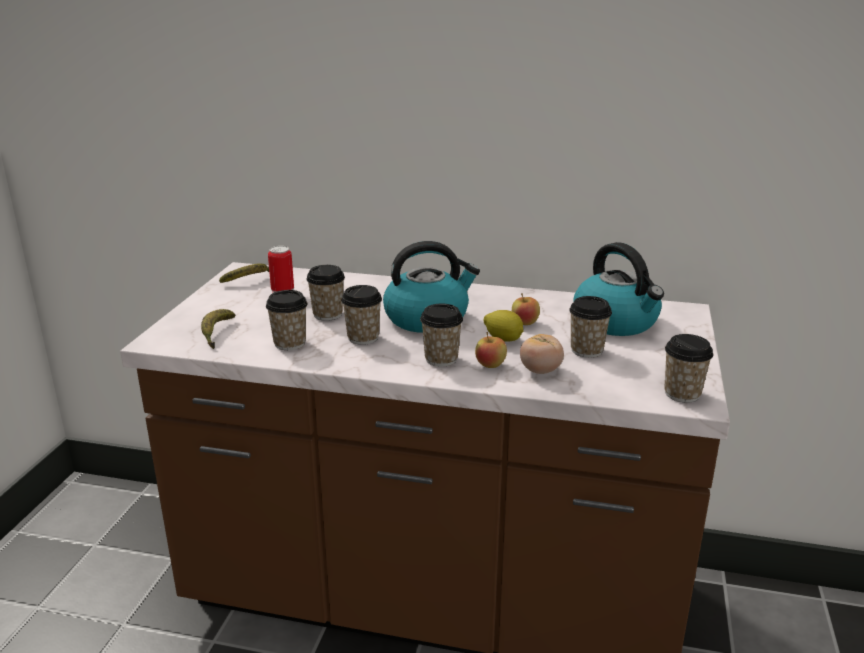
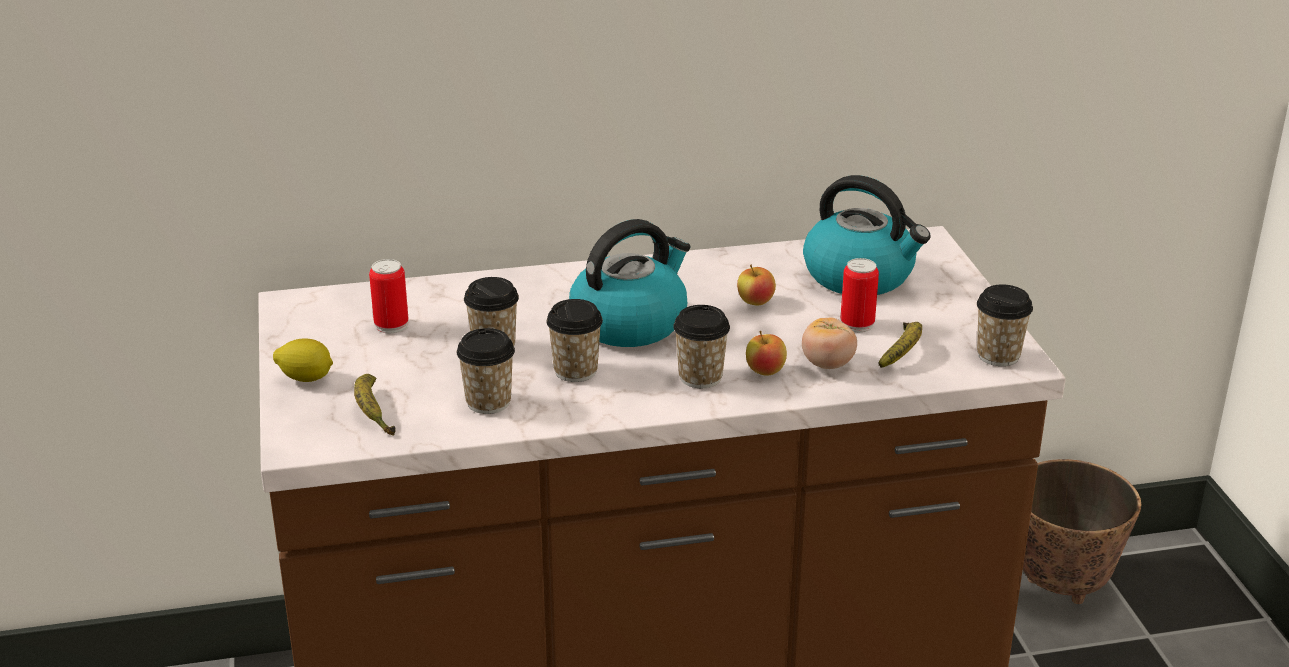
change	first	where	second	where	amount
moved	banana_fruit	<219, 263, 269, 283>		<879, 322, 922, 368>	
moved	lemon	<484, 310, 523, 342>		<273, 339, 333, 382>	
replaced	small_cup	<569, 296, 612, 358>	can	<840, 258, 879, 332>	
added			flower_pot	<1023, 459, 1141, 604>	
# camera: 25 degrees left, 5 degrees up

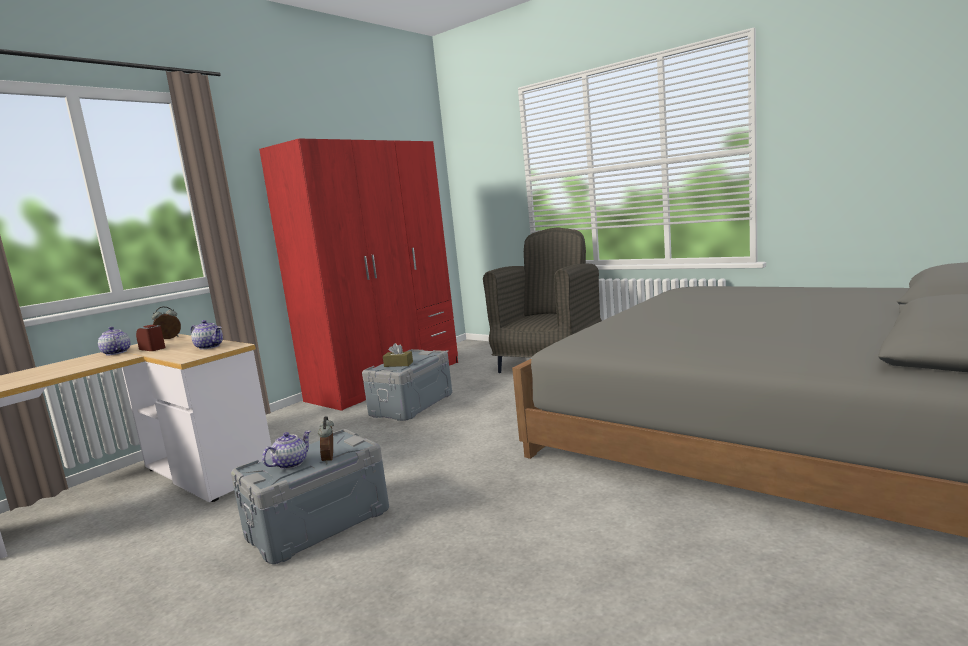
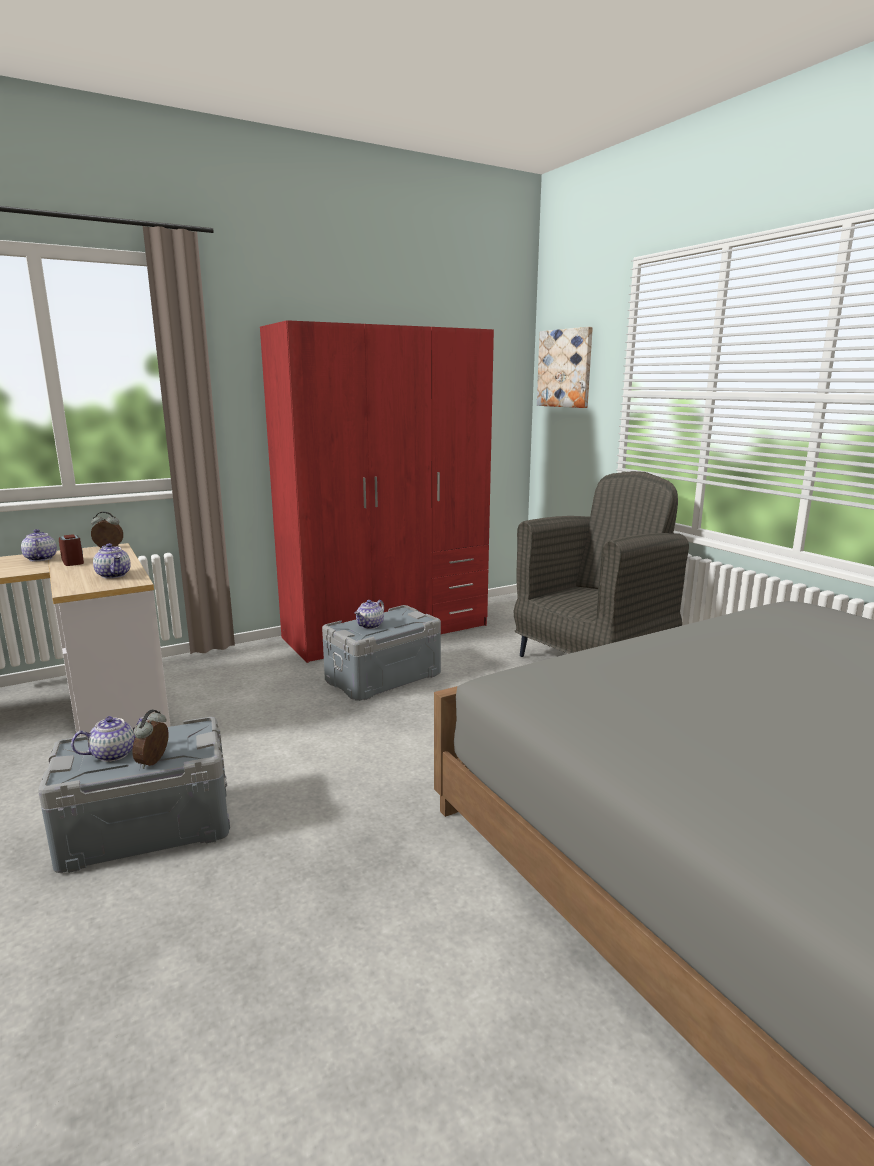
change	first	where	second	where	amount
replaced	brown_tissue_holder	<383, 343, 413, 367>	teapot	<354, 600, 384, 629>	
added			picture	<537, 327, 593, 408>	
# camera: 20 degrees right, 5 degrees up

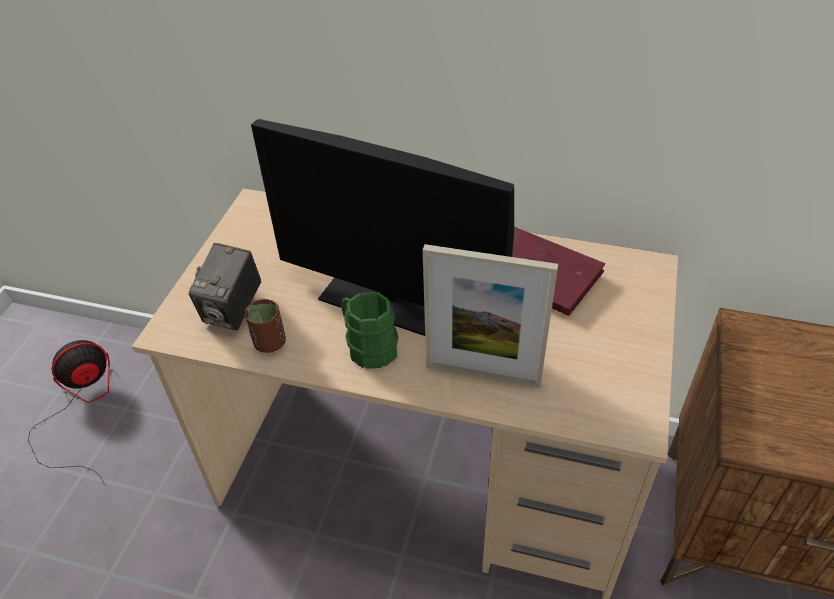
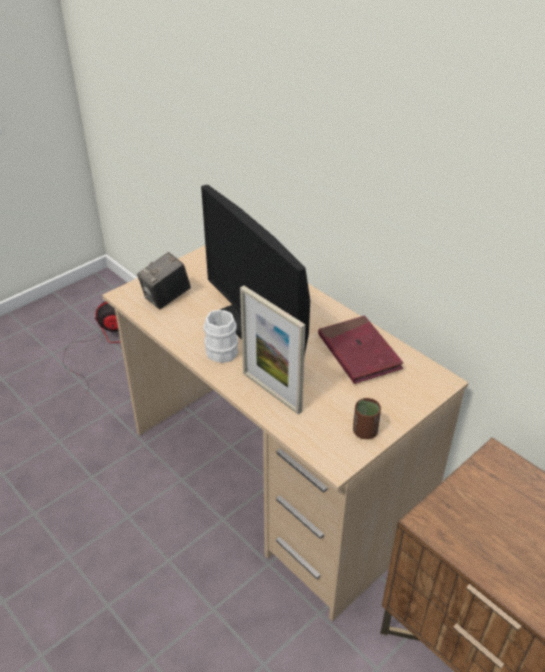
change	first	where	second	where	amount
moved	brown_small_cup	<245, 299, 286, 353>		<353, 398, 381, 439>	
recoloured	green_tea_mug	<342, 292, 399, 369>	white-coloured_tea_mug	<204, 310, 238, 363>	
# camera: 30 degrees right, 5 degrees down

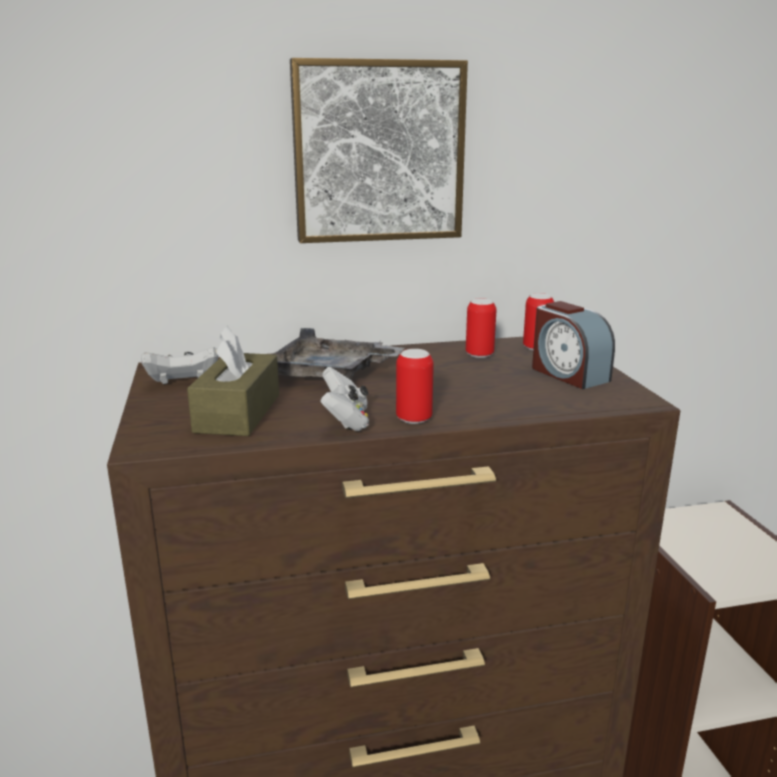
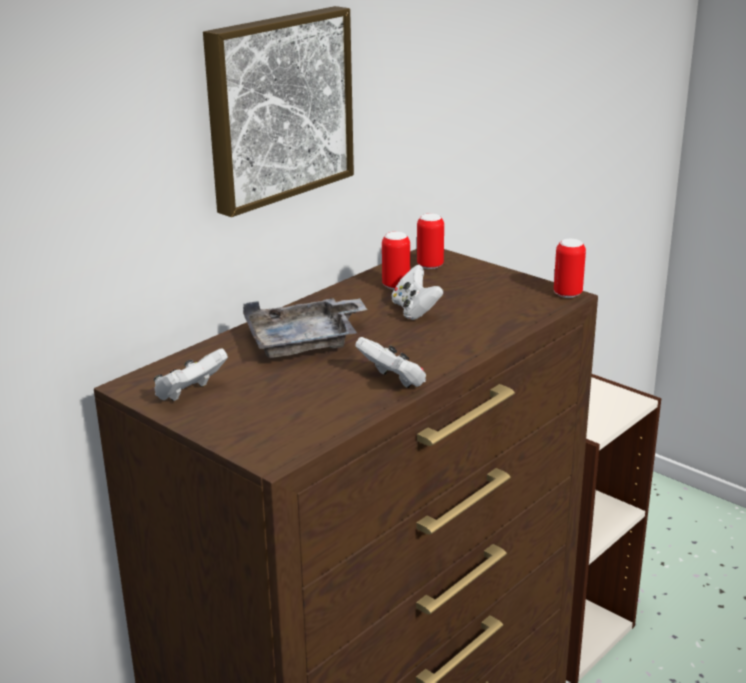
change	first	where	second	where	amount
removed	brown_tissue_holder	<187, 326, 279, 436>			
moved	can	<396, 349, 434, 424>		<554, 239, 586, 298>	
removed	bedside_clock	<532, 301, 615, 389>			
added			white-coloured_gamepad	<392, 265, 444, 320>	
# camera: 35 degrees left, 5 degrees up

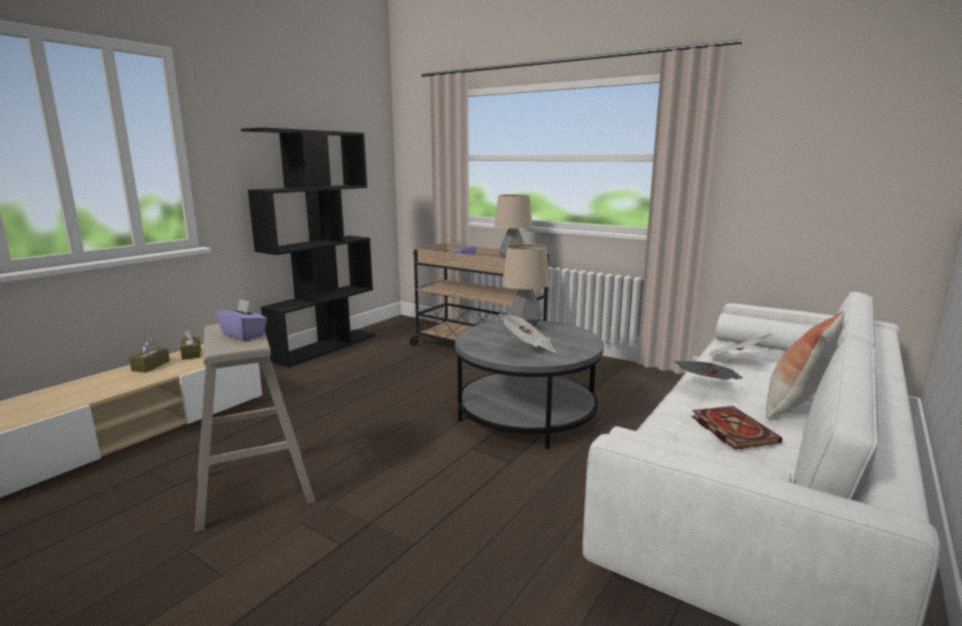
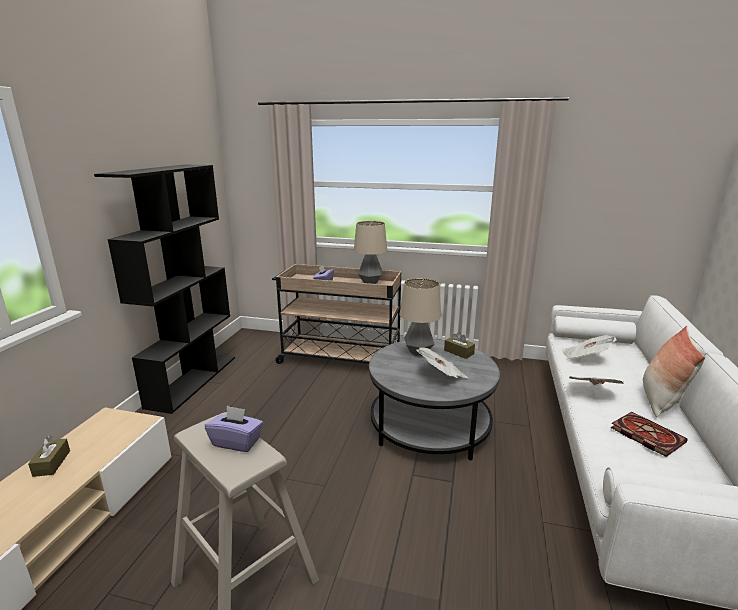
change	first	where	second	where	amount
moved	brown_tissue_holder	<180, 329, 201, 360>		<444, 332, 475, 359>	
# camera: 20 degrees left, 5 degrees up

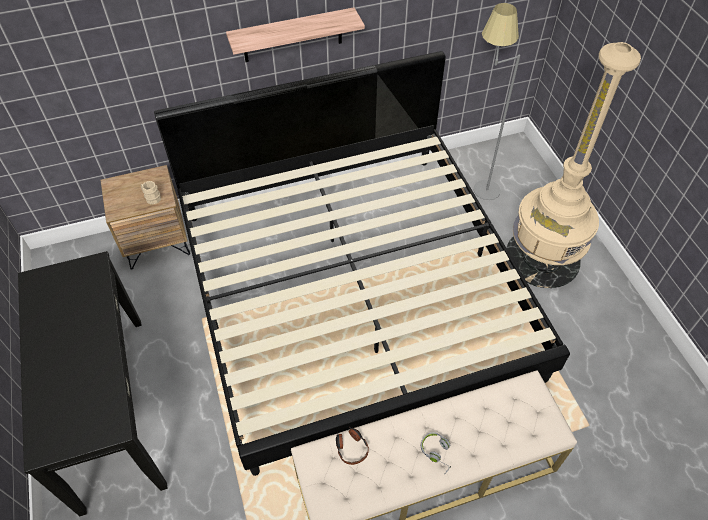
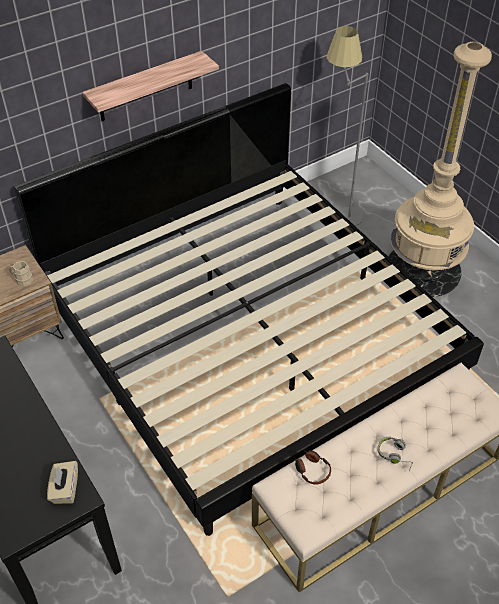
change	first	where	second	where	amount
added			beige_tissue_holder	<47, 461, 78, 504>	
# camera: 15 degrees left, 5 degrees down

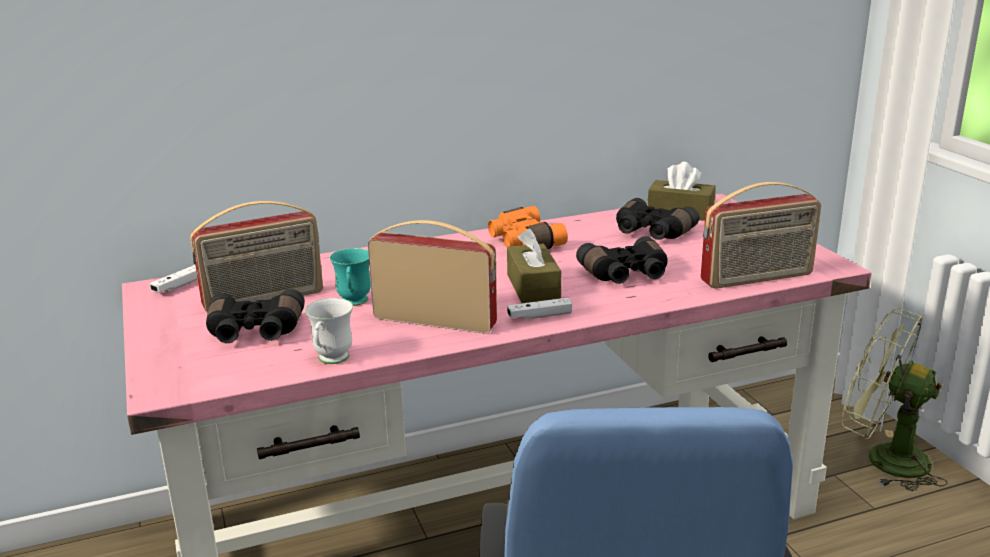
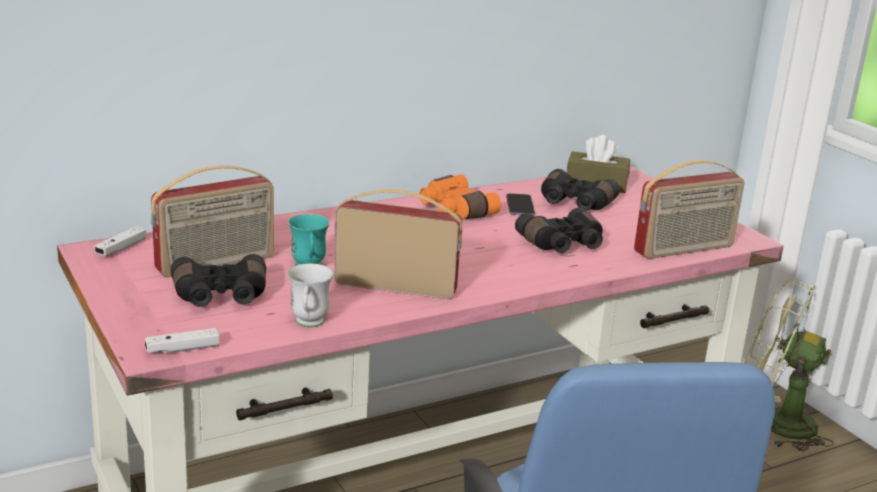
change	first	where	second	where	amount
removed	brown_tissue_holder	<507, 229, 561, 303>			
moved	white-coloured_gamepad	<507, 298, 572, 320>		<145, 328, 220, 353>	
added			telephone	<506, 194, 535, 215>	
# camera: 10 degrees left, 0 degrees up

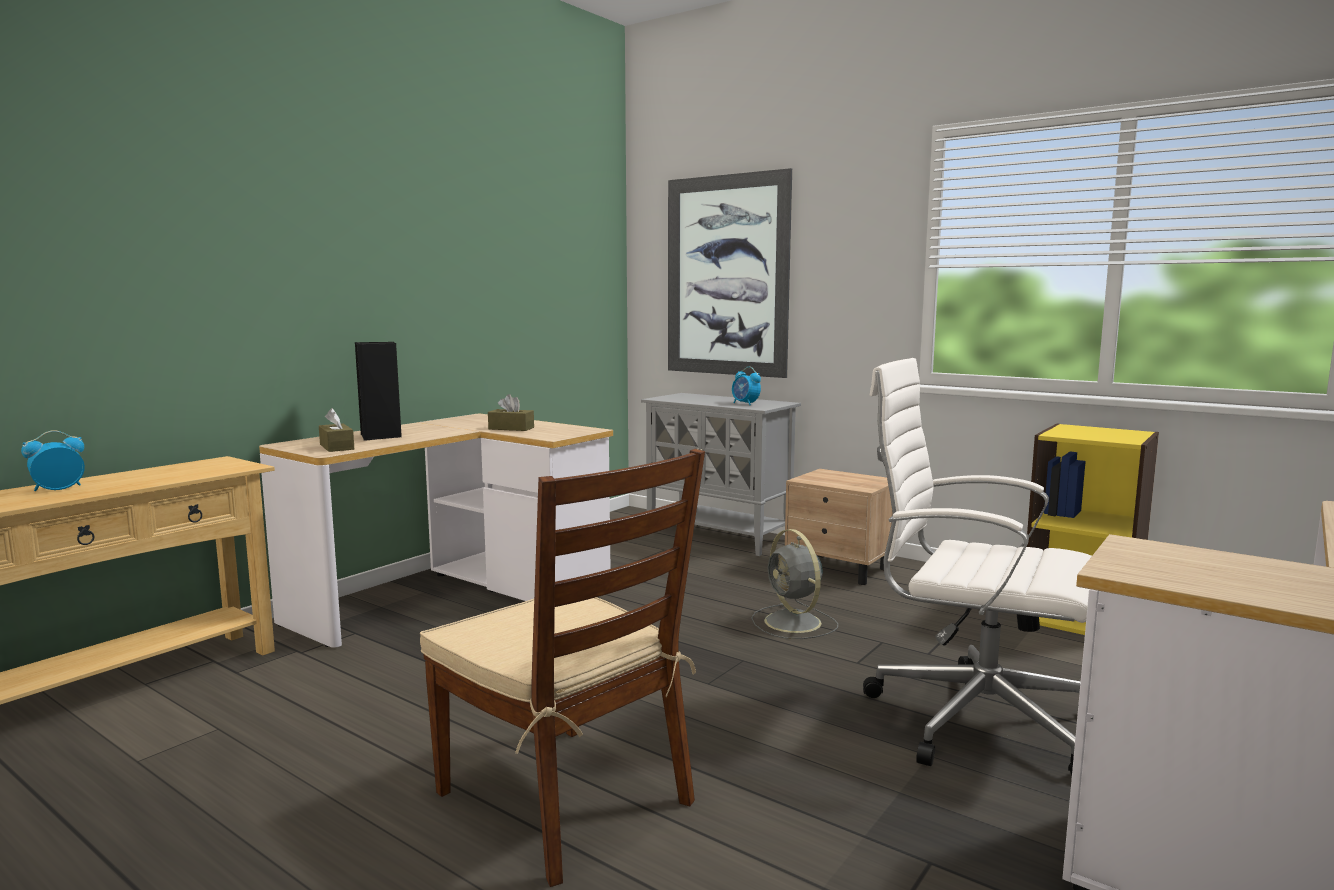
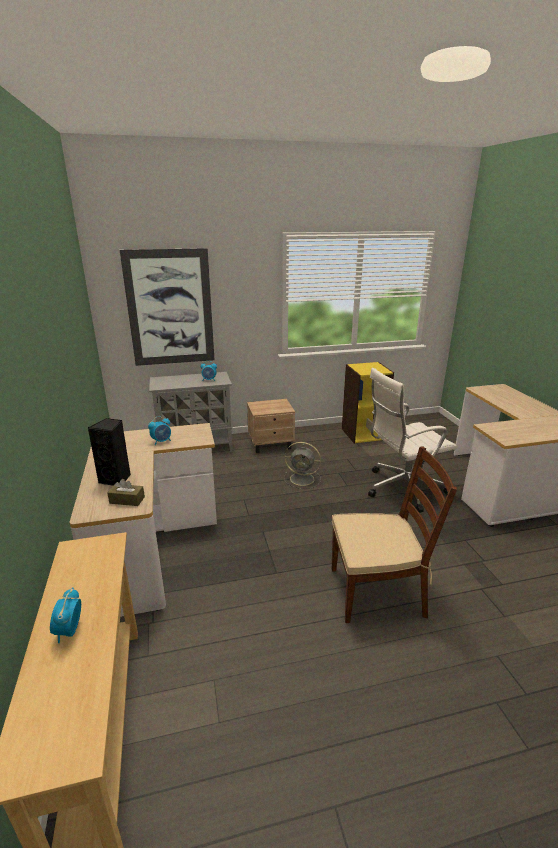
change	first	where	second	where	amount
replaced	brown_tissue_holder	<488, 394, 534, 431>	bedside_clock	<148, 416, 171, 445>	
# camera: 50 degrees left, 15 degrees up

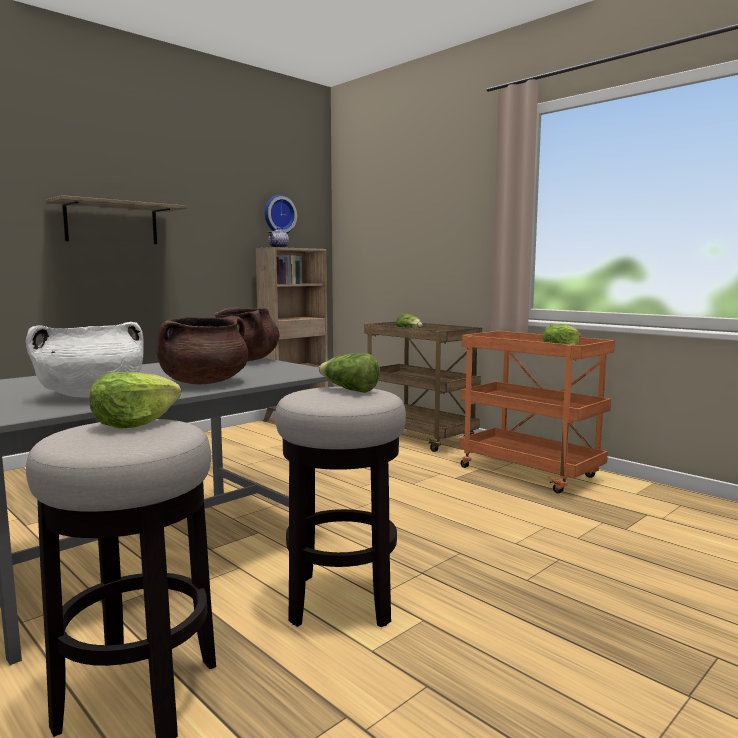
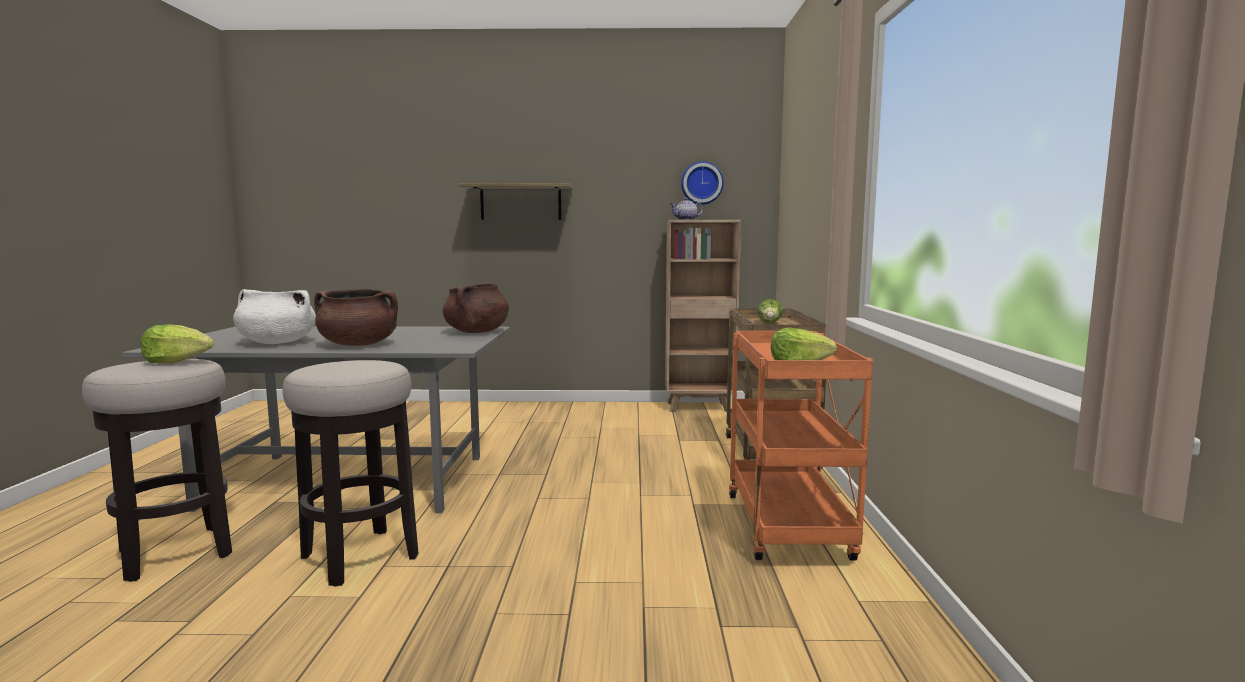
change	first	where	second	where	amount
removed	lettuce_head	<319, 353, 380, 393>			
# camera: 45 degrees right, 0 degrees up

